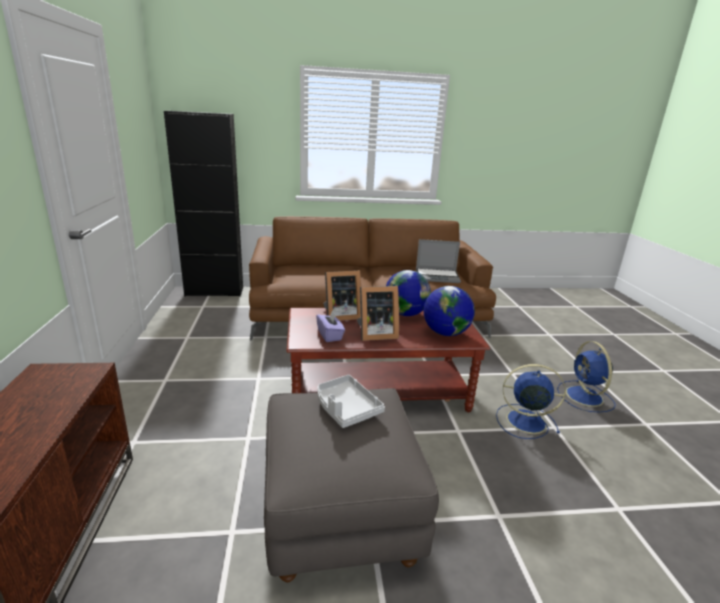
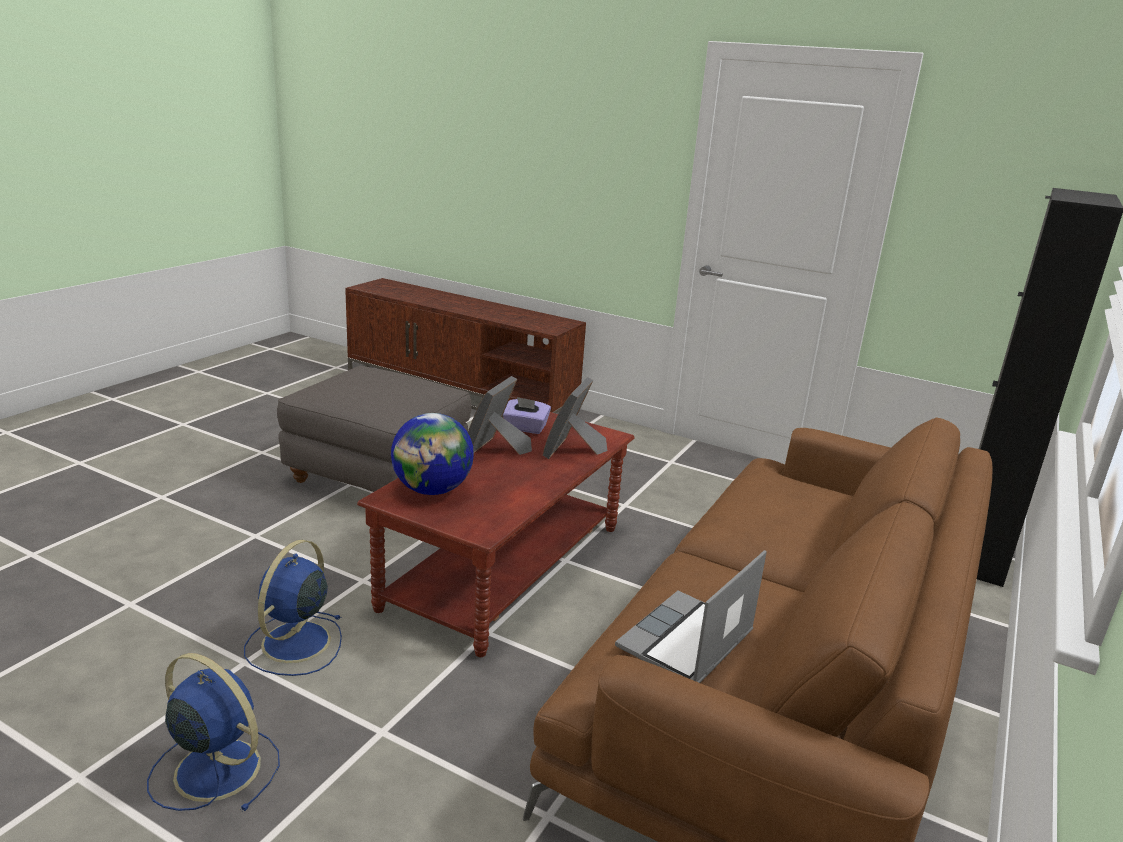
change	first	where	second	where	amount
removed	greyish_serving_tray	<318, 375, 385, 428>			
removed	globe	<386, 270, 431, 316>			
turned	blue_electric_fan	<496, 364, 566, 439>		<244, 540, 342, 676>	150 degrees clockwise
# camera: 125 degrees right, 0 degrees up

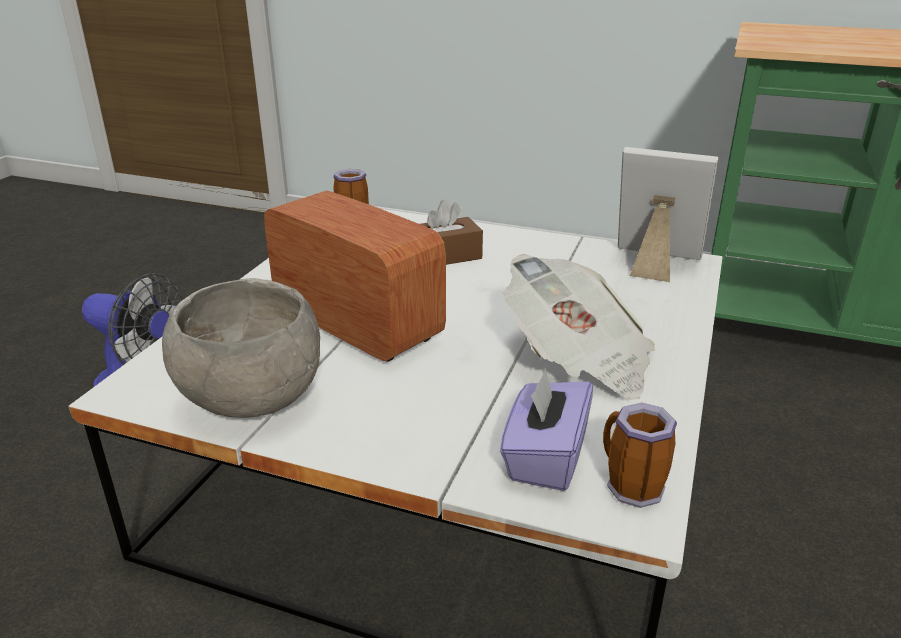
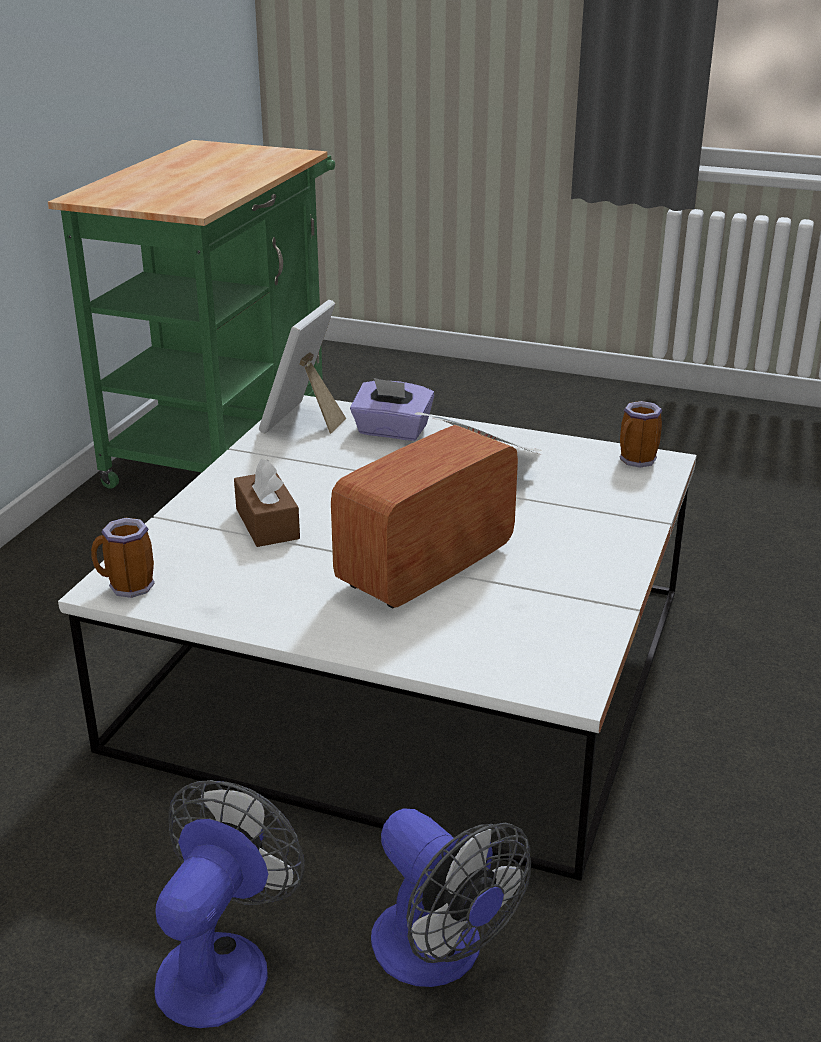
change	first	where	second	where	amount
removed	greyish_deep_dish	<162, 278, 320, 418>			
moved	purplish_tissue_holder	<500, 368, 593, 491>		<350, 378, 434, 441>	
added			electric_fan	<371, 808, 531, 987>	
# camera: 90 degrees left, 0 degrees up

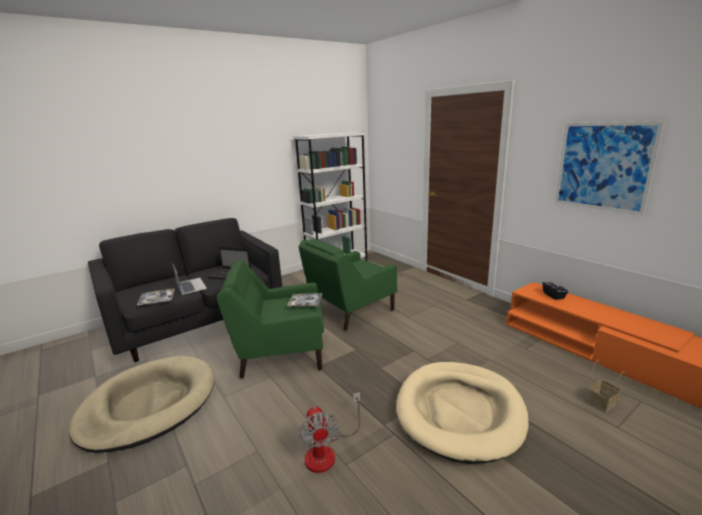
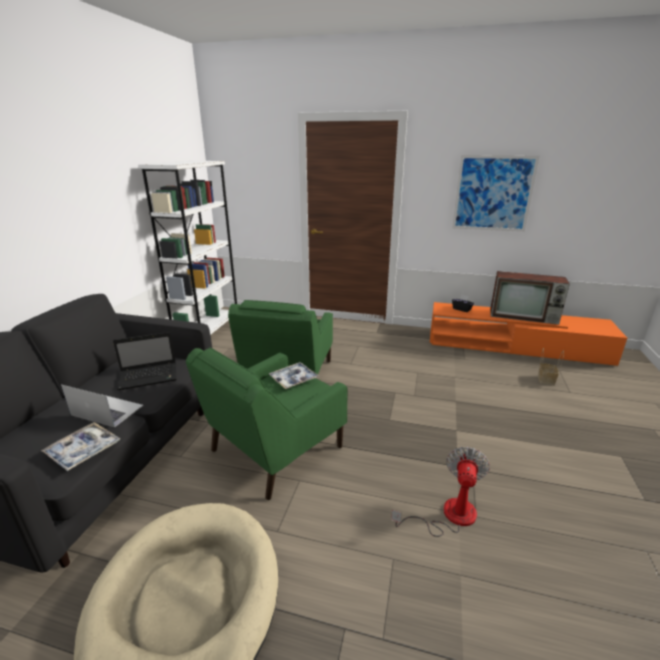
change	first	where	second	where	amount
turned	electric_fan	<299, 392, 360, 473>		<391, 447, 490, 537>	105 degrees counterclockwise
removed	beige_dog_bed	<396, 362, 529, 464>			
added			television	<490, 271, 570, 325>	
# camera: 40 degrees left, 5 degrees up

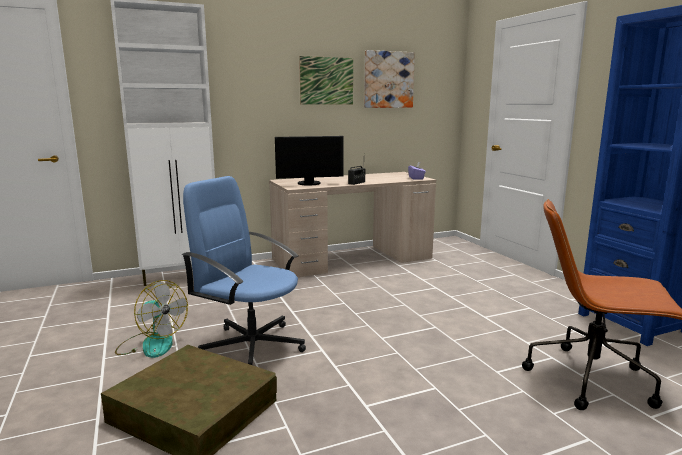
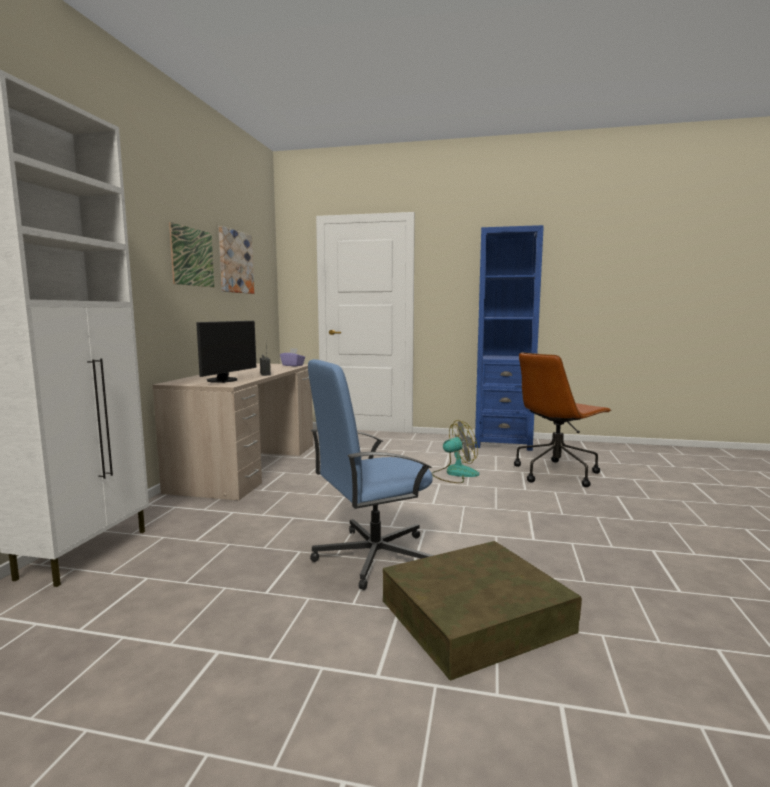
change	first	where	second	where	amount
moved	electric_fan	<115, 280, 188, 358>		<432, 420, 479, 483>	
# camera: 55 degrees left, 5 degrees down

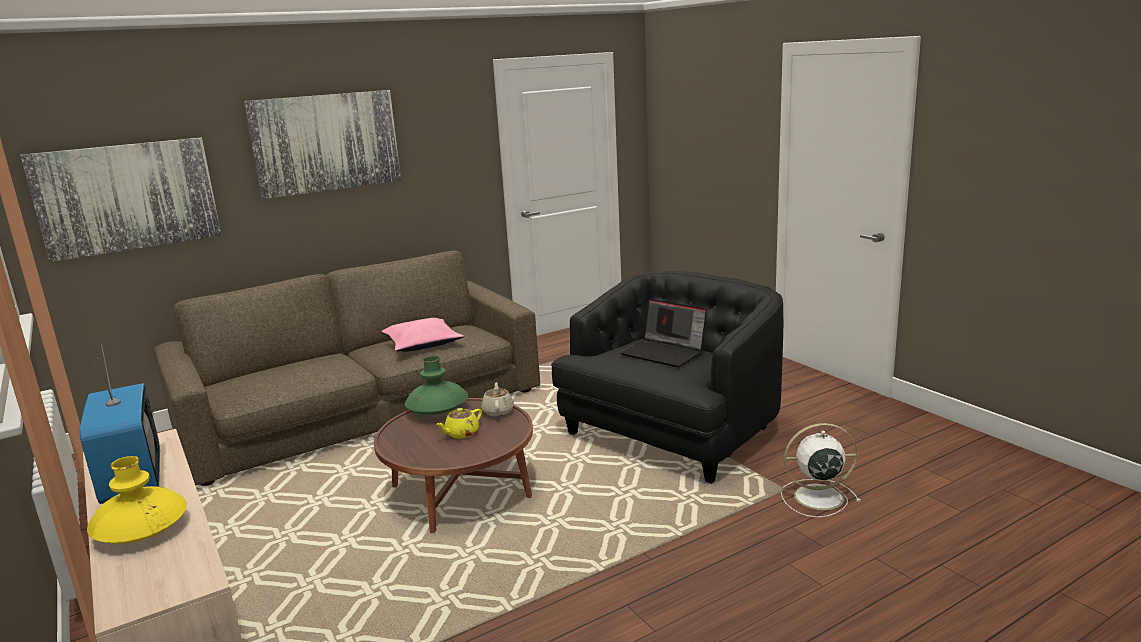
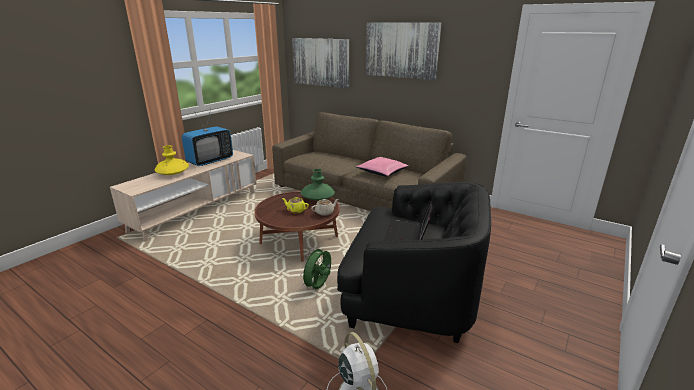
change	first	where	second	where	amount
added			green_electric_fan	<300, 246, 331, 289>	
# camera: 65 degrees right, 5 degrees up

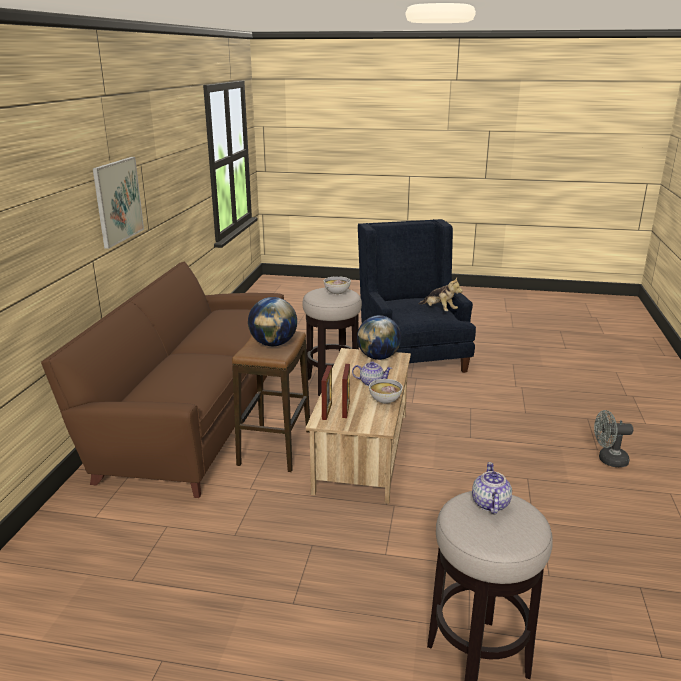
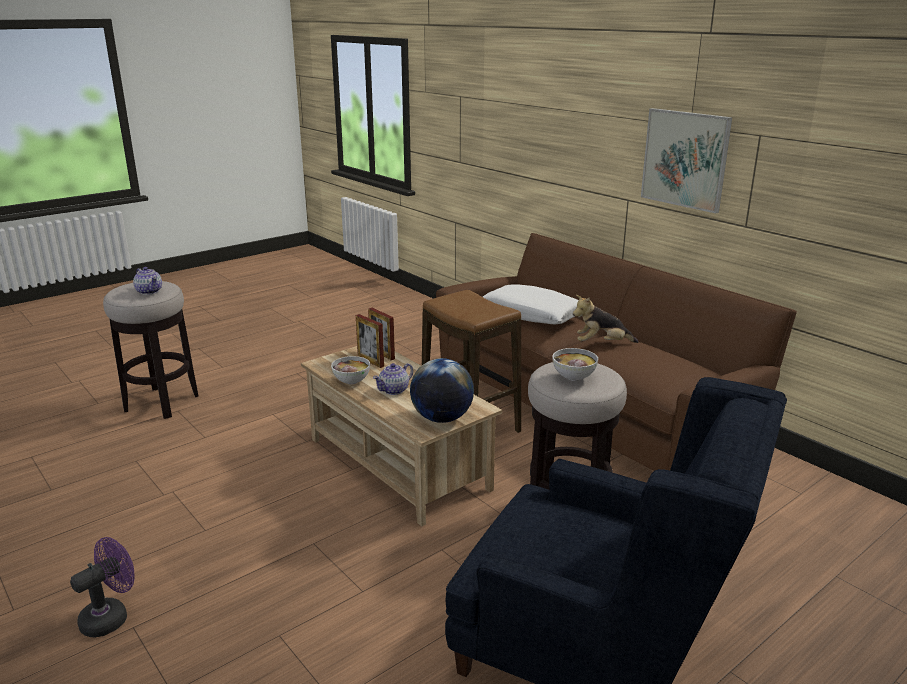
change	first	where	second	where	amount
removed	globe	<248, 297, 297, 346>			
moved	plush_toy	<419, 278, 463, 311>		<573, 295, 638, 343>	
recoloured	greyish_electric_fan	<594, 410, 633, 467>	purplish_electric_fan	<70, 537, 135, 637>	
added			white-coloured_cushion	<483, 284, 579, 324>	
# camera: 130 degrees right, 0 degrees up

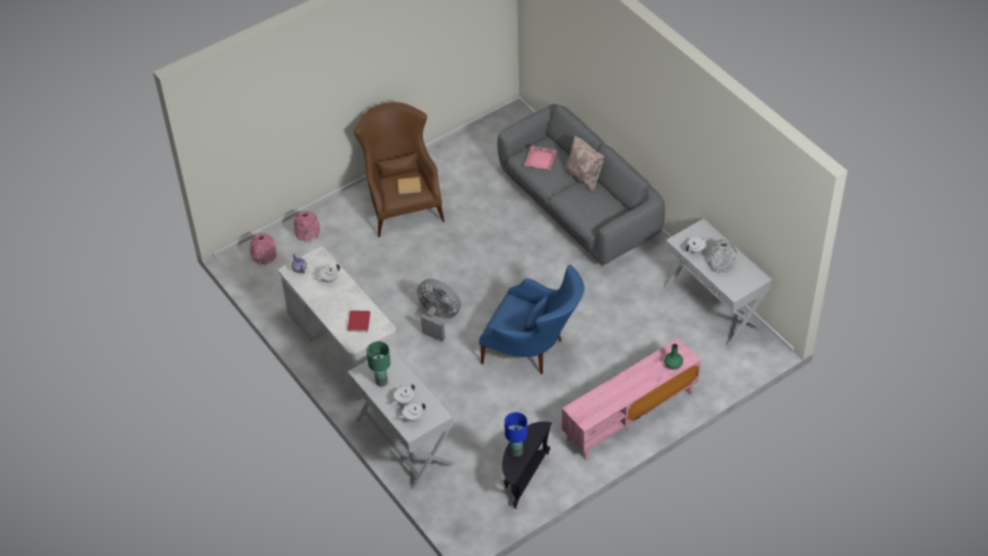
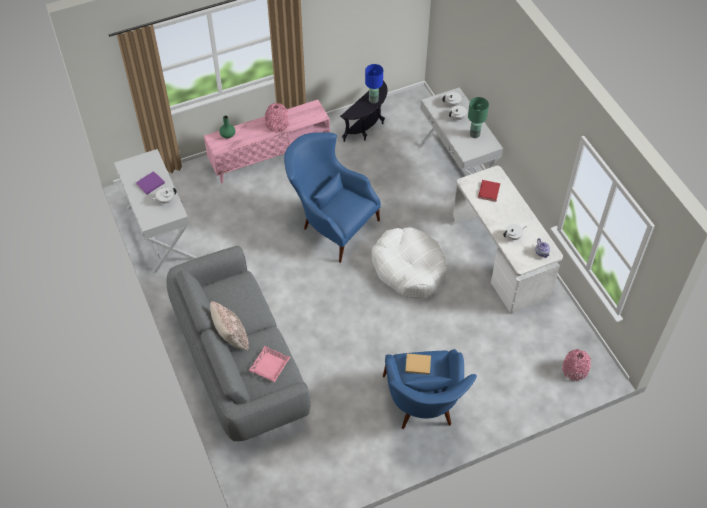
change	first	where	second	where	amount
moved	pink_vase	<294, 211, 320, 242>		<265, 103, 289, 133>	
recoloured	brown_lounge_chair	<354, 102, 445, 237>	blue_lounge_chair	<383, 349, 477, 429>	
replaced	greyish_electric_fan	<417, 279, 461, 342>	white-coloured_dog_bed	<371, 227, 447, 299>	
replaced	greyish_vase	<708, 239, 737, 273>	purplish_volume	<136, 171, 165, 194>	
# camera: 170 degrees left, 5 degrees up

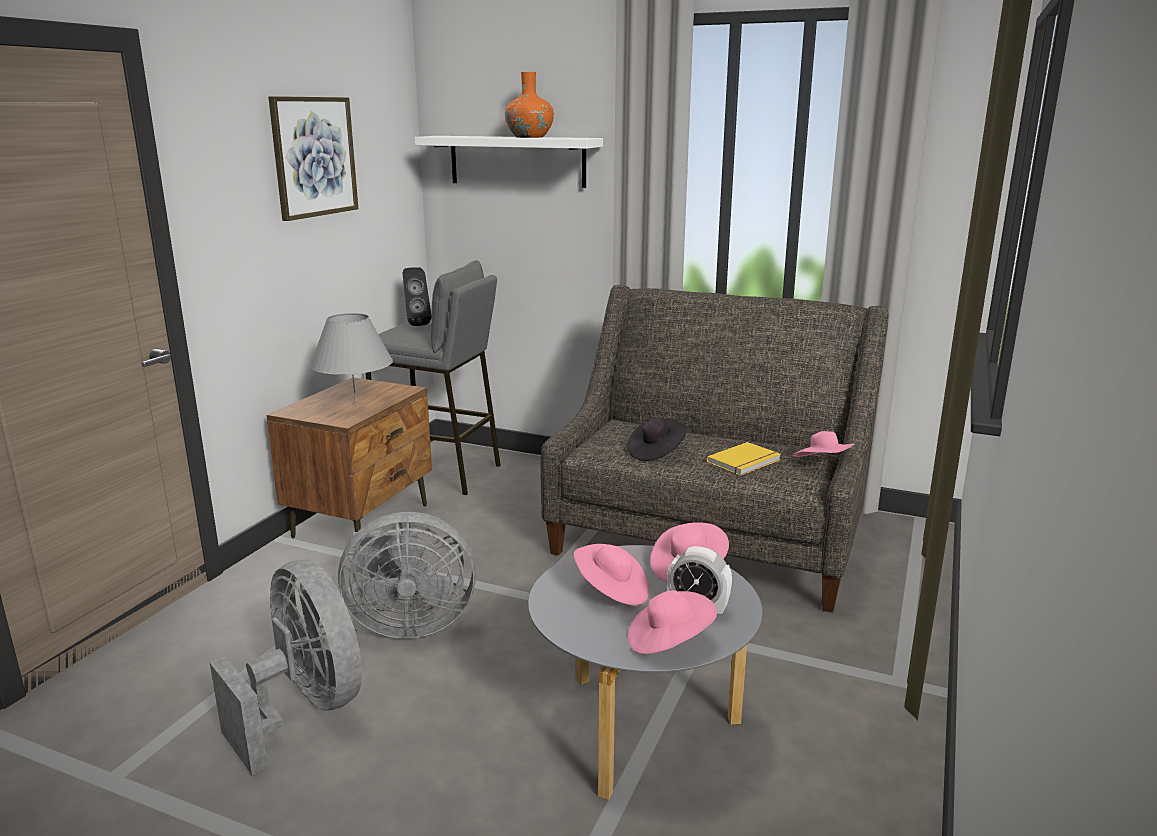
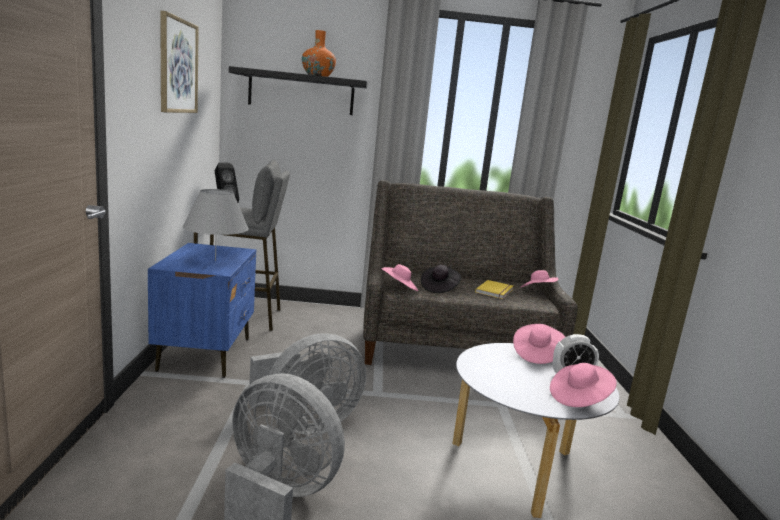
change	first	where	second	where	amount
recoloured	brown_night_table	<267, 377, 432, 538>	blue_night_table	<148, 243, 256, 378>	
recoloured	white-coloured_shelf	<414, 136, 603, 188>	black-coloured_shelf	<229, 66, 367, 115>	
moved	pink_hat	<574, 544, 649, 605>		<381, 264, 418, 291>	
# camera: 25 degrees left, 5 degrees down

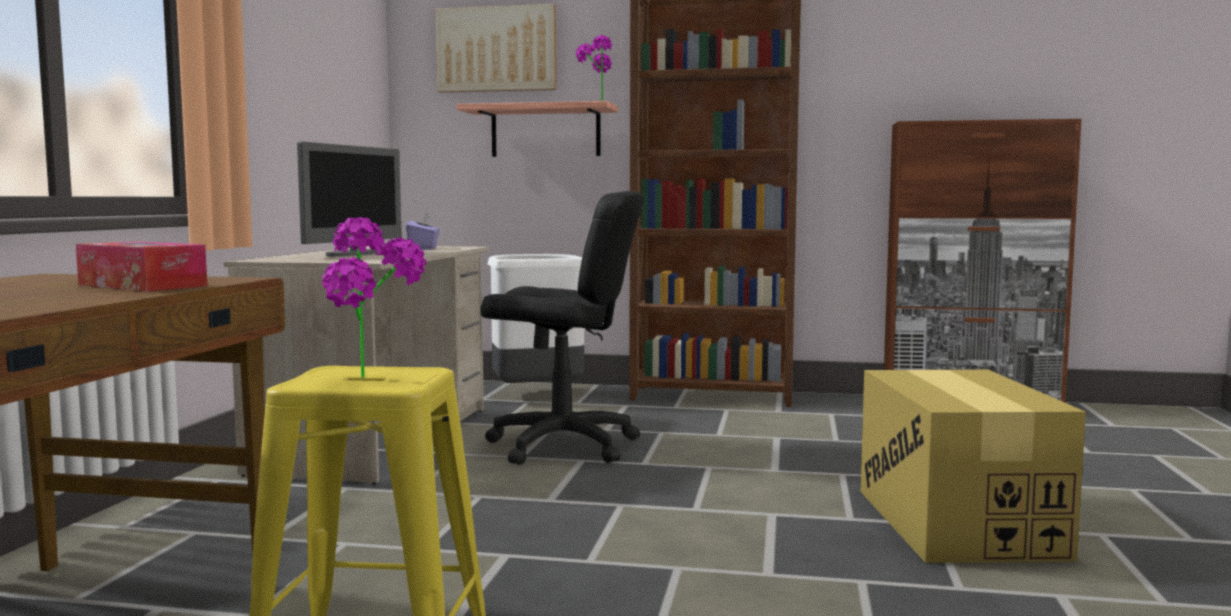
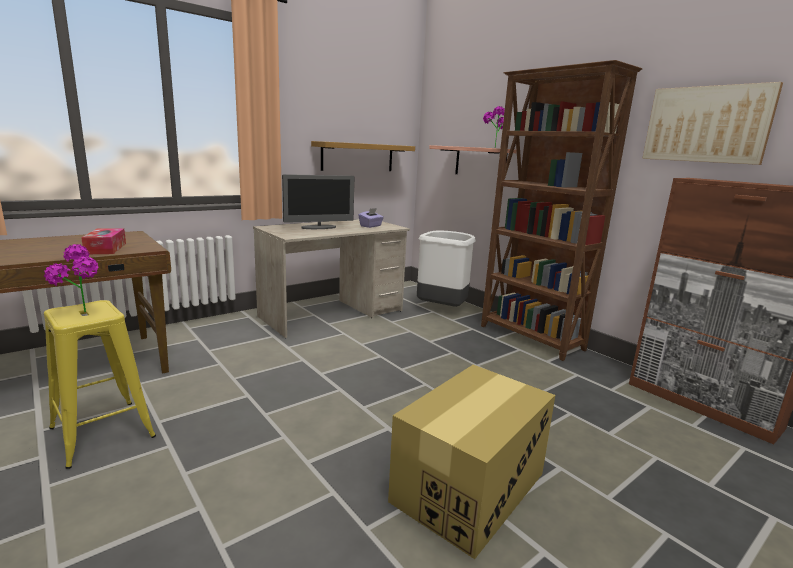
change	first	where	second	where	amount
moved	picture	<435, 4, 556, 92>		<642, 82, 783, 165>	
removed	black-coloured_computer_chair	<481, 191, 644, 465>			
added			shelf	<311, 141, 415, 171>	
# camera: 40 degrees right, 10 degrees up

